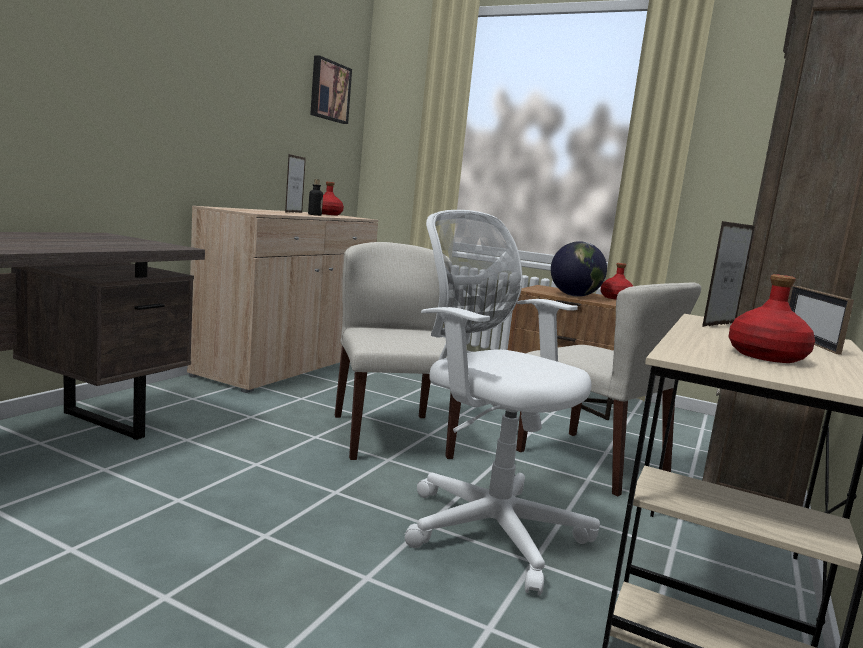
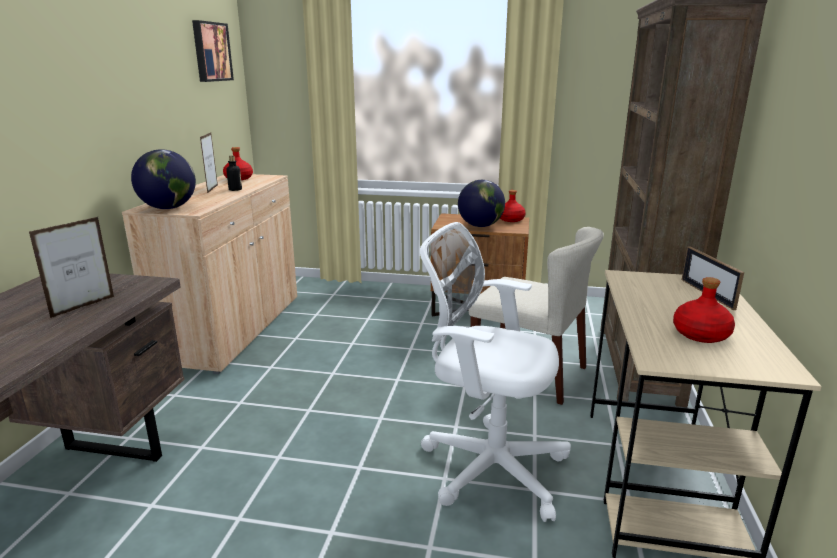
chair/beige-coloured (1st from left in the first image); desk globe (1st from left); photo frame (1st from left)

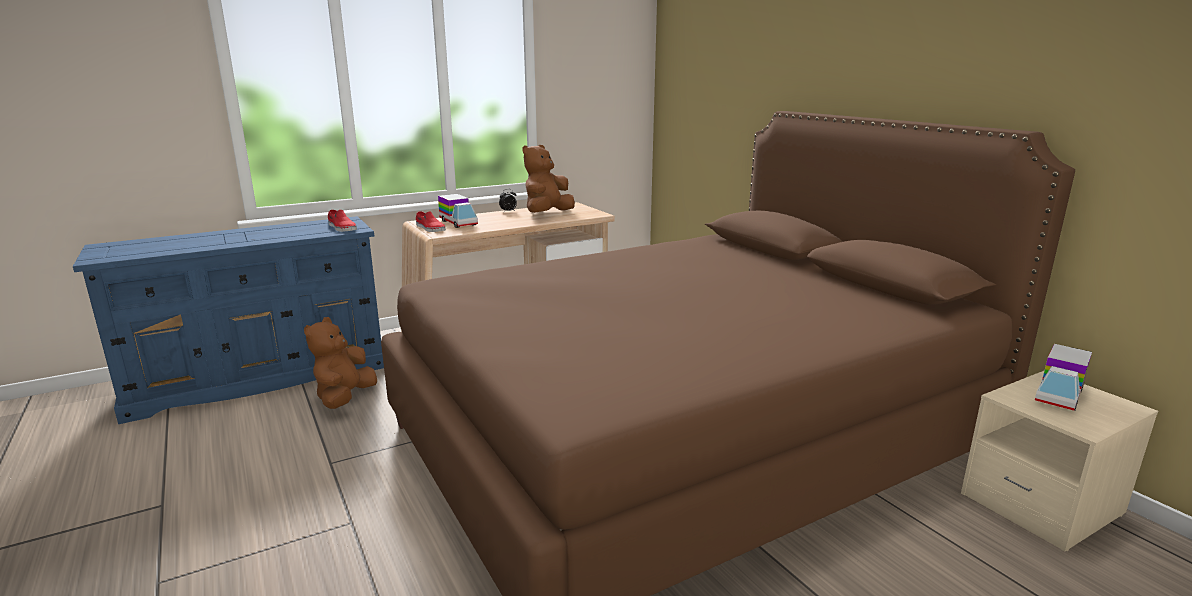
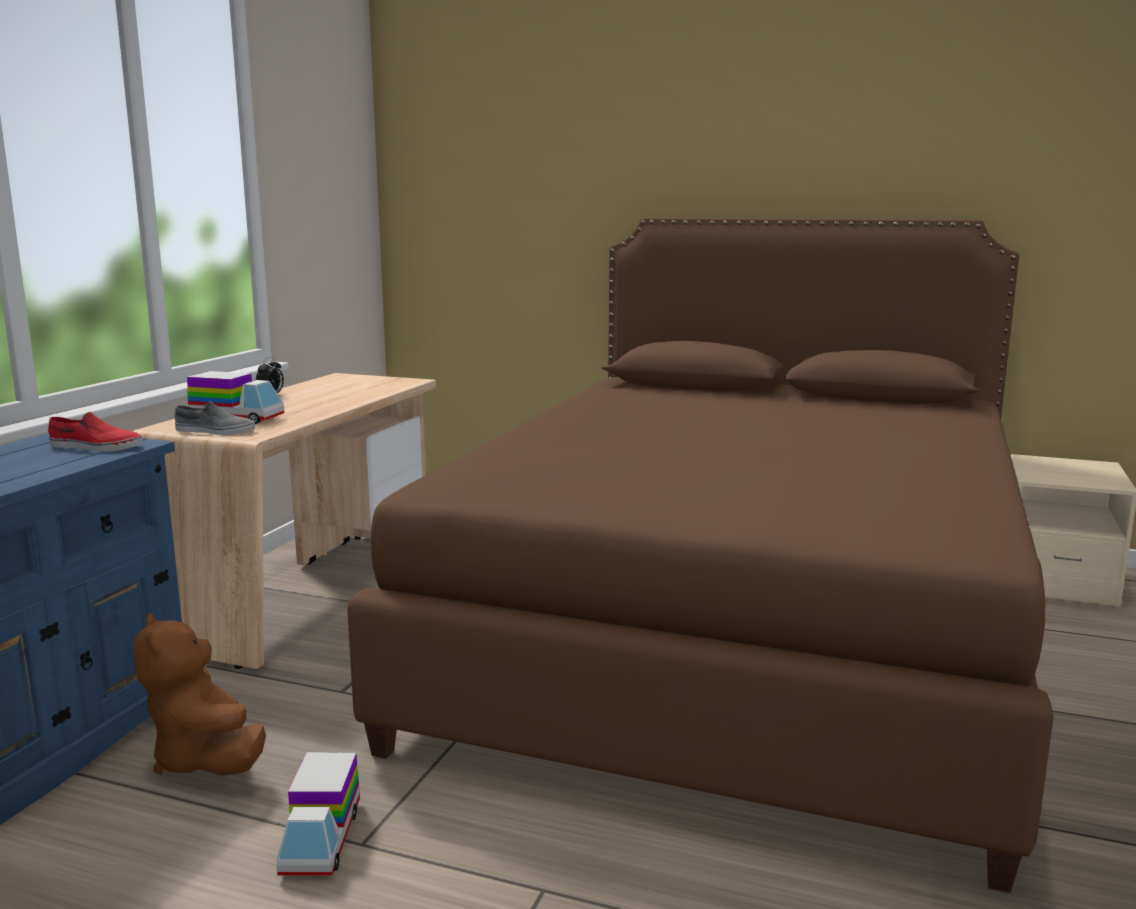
plush toy/brownish (2nd from left in the first image); toy truck (2nd from left); shoe/greyish

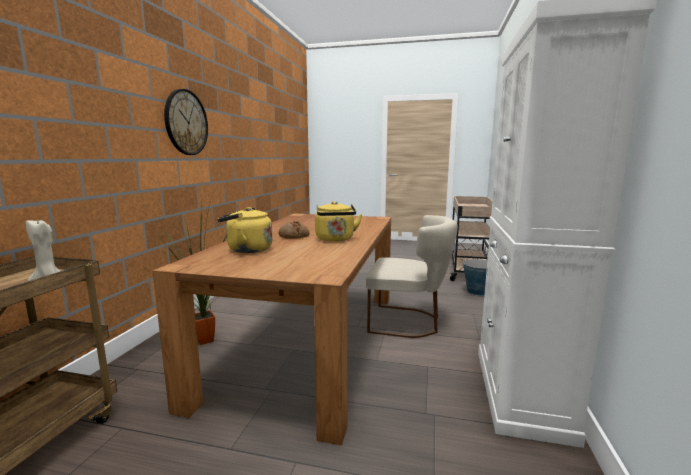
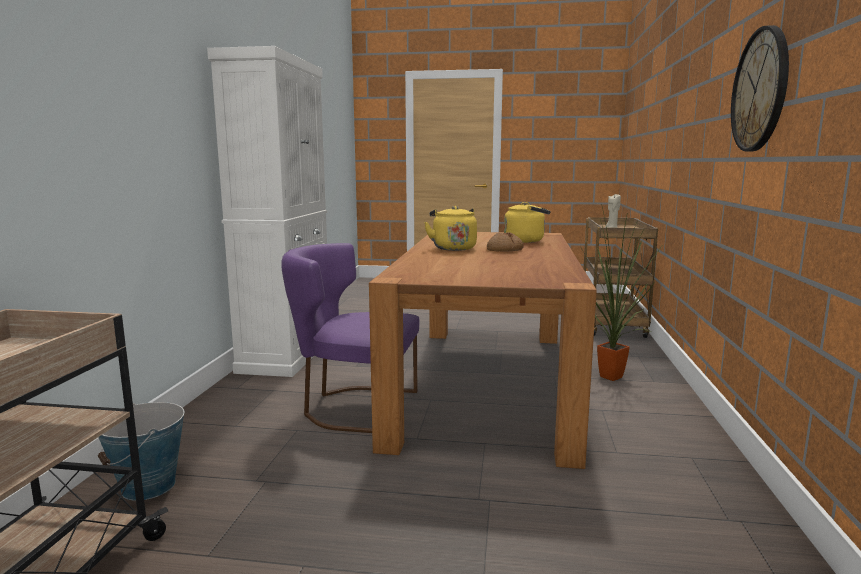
chair/purple-coloured

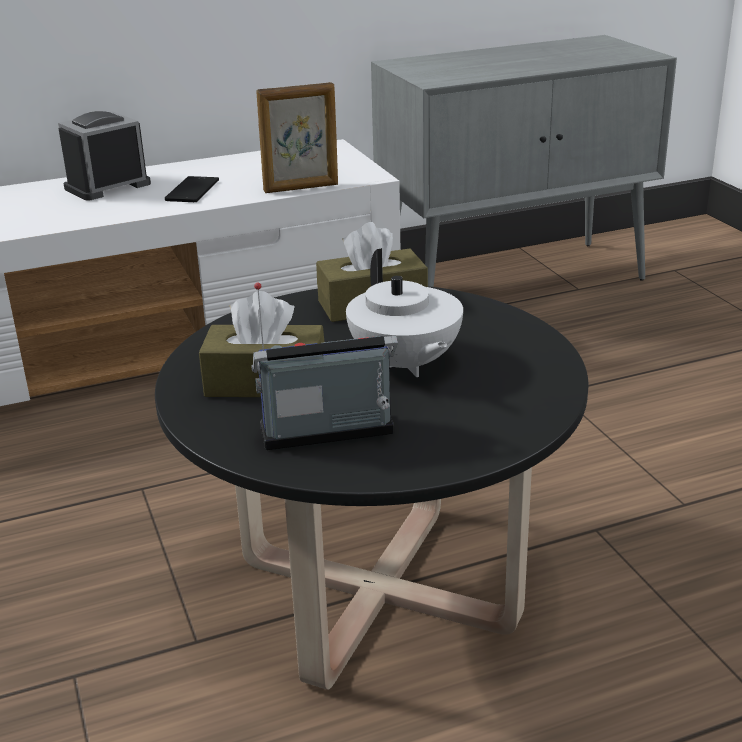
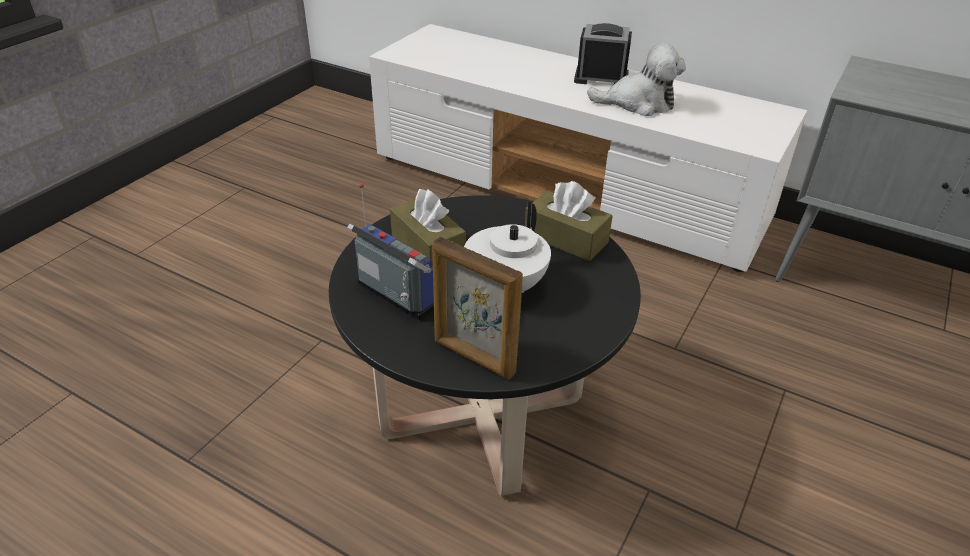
photo frame; plush toy

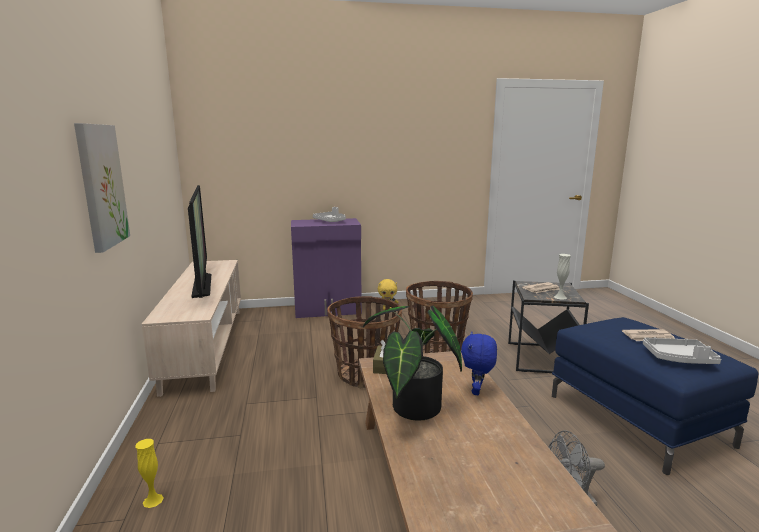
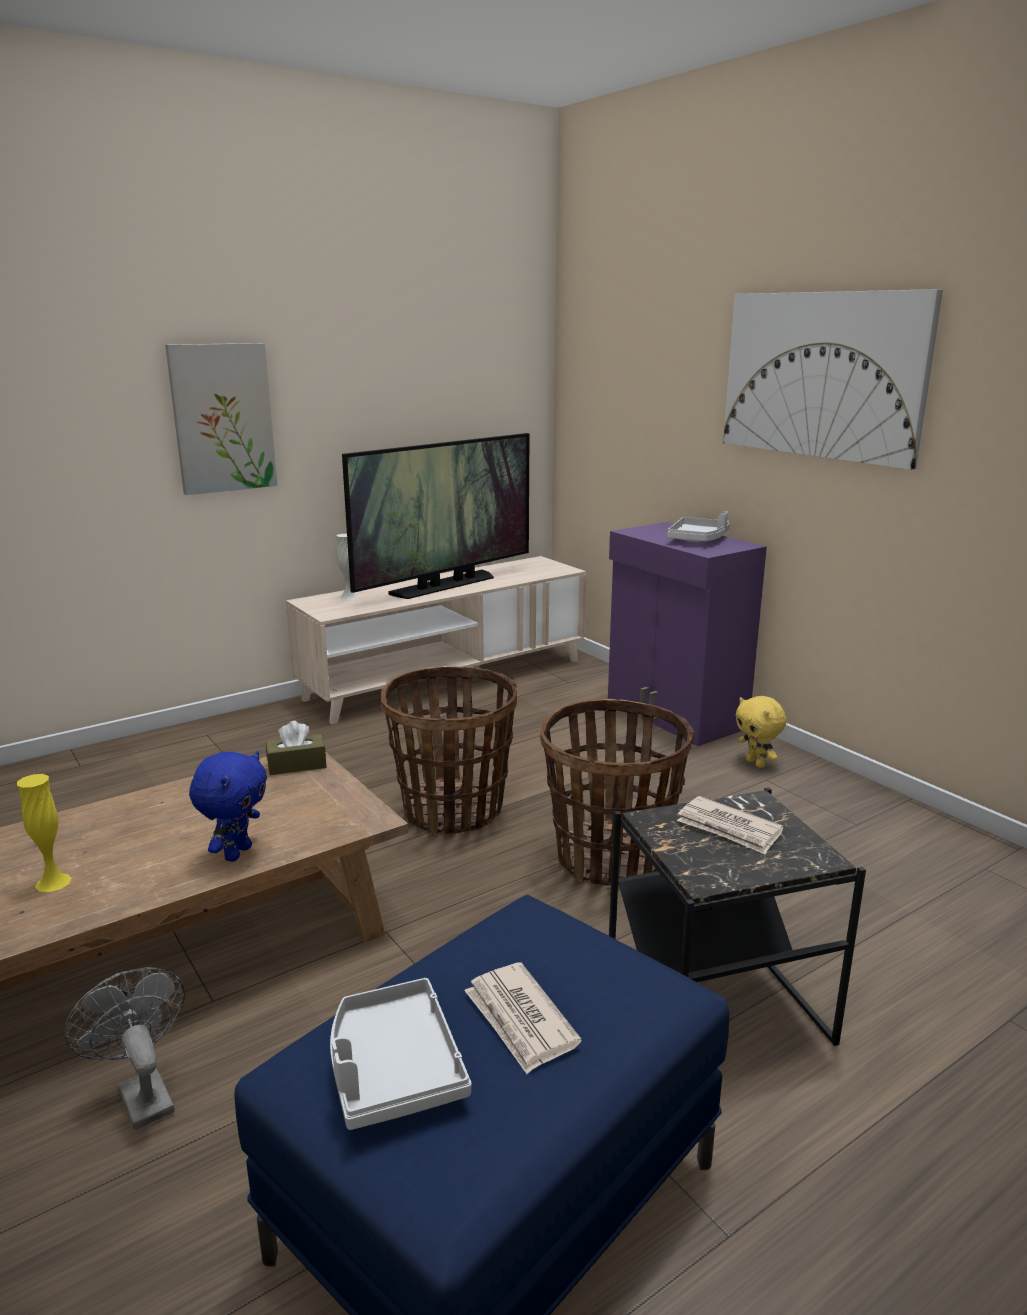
houseplant; picture (2nd from left); vase/yellow-coloured; vase/white; plush toy/blue

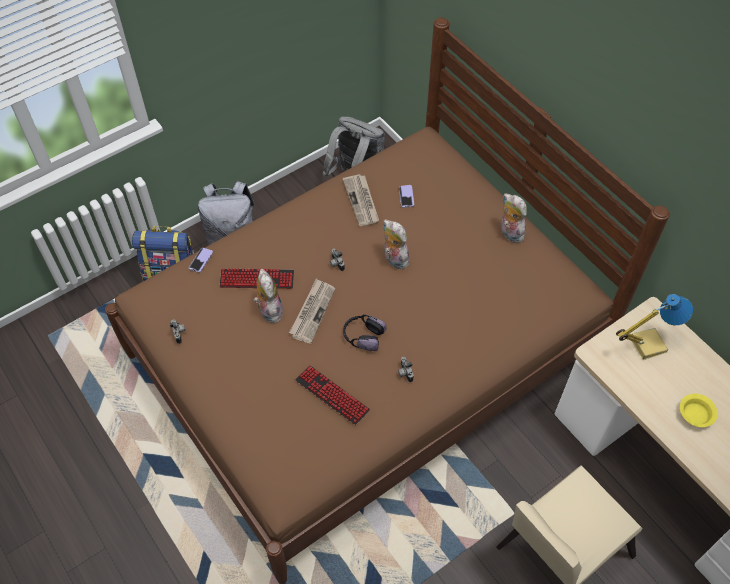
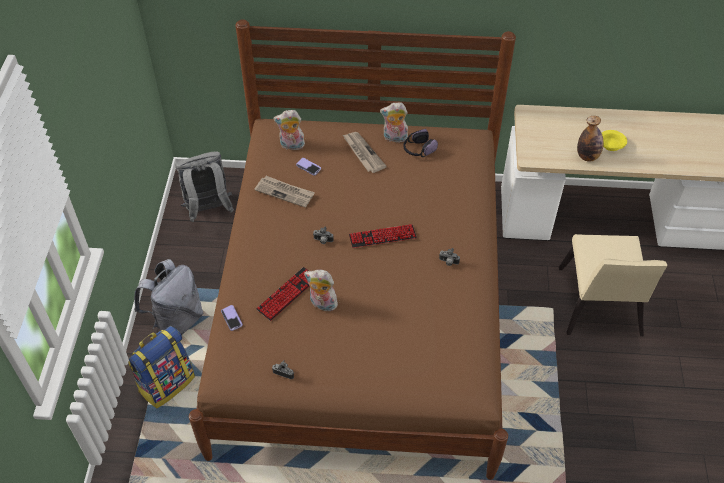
lamp for a table; drink bottle; newspaper (2nd from left); computer keyboard (2nd from left); pair of headphones; plush toy (1st from left)

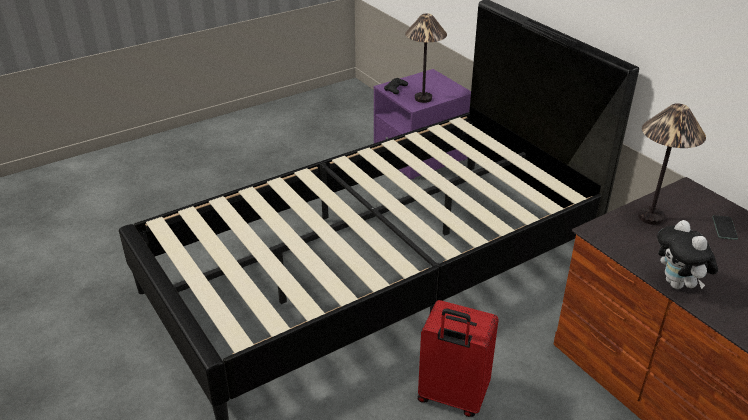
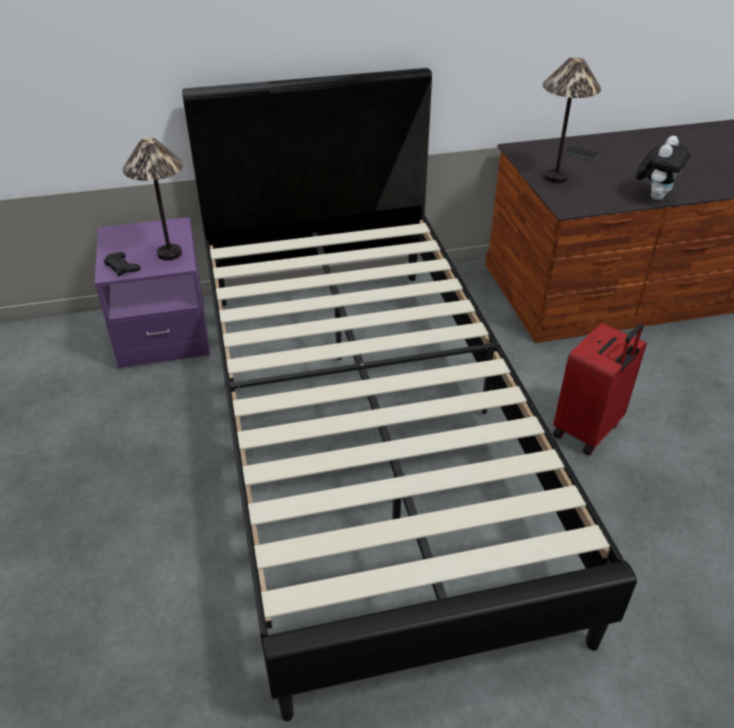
plush toy

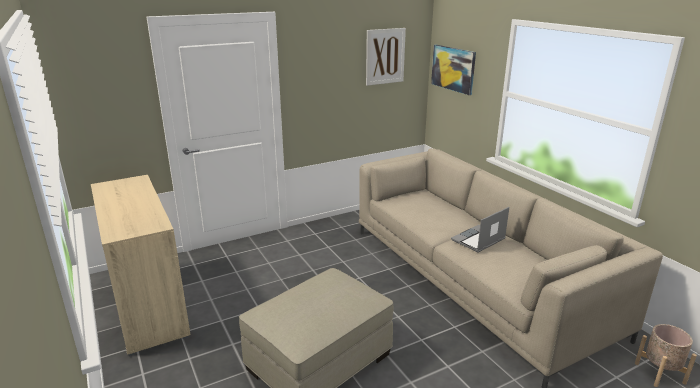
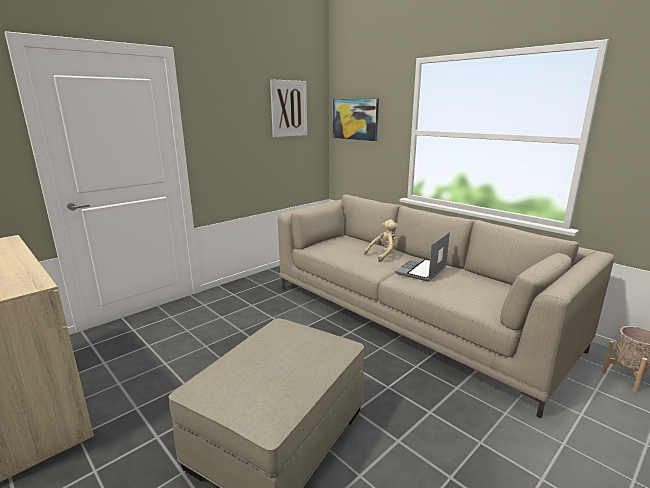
plush toy/beige-coloured

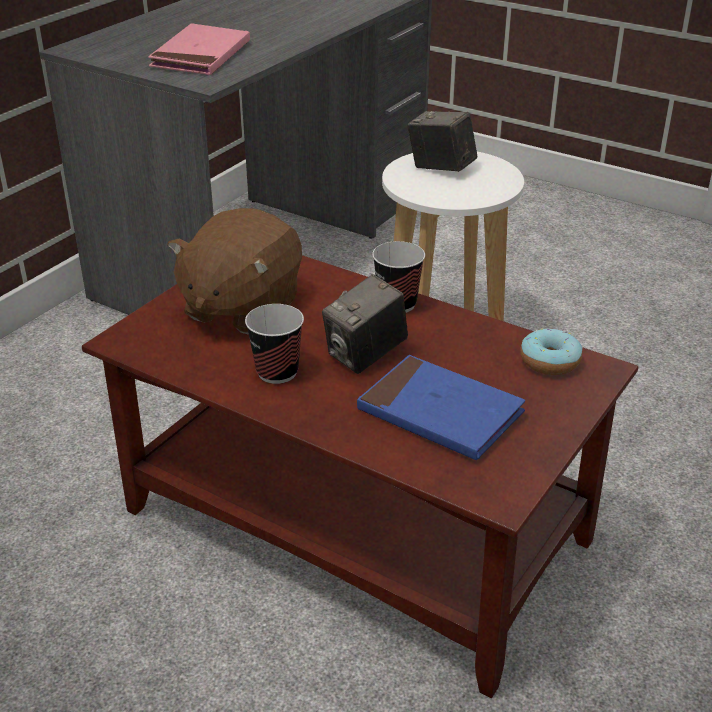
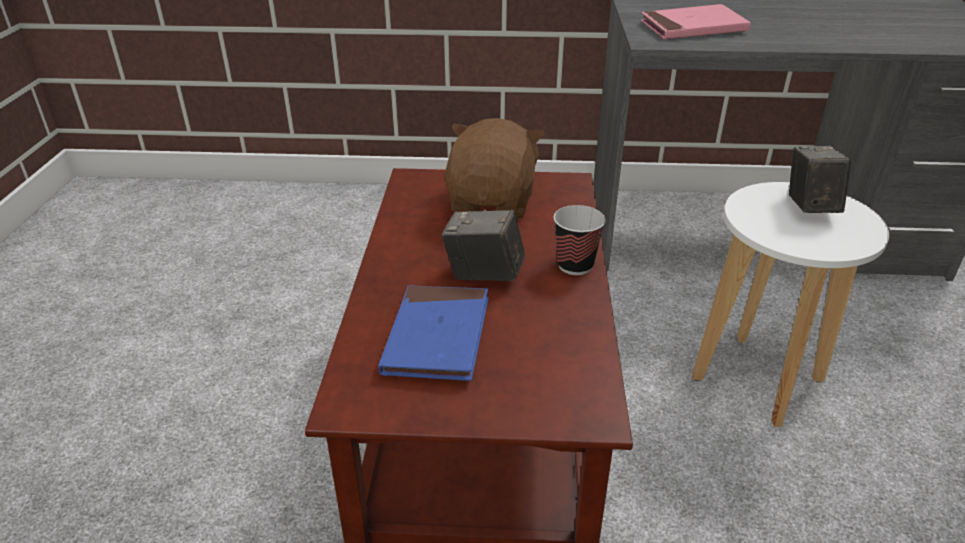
cup (1st from left in the first image); ring doughnut; plush toy/brownish

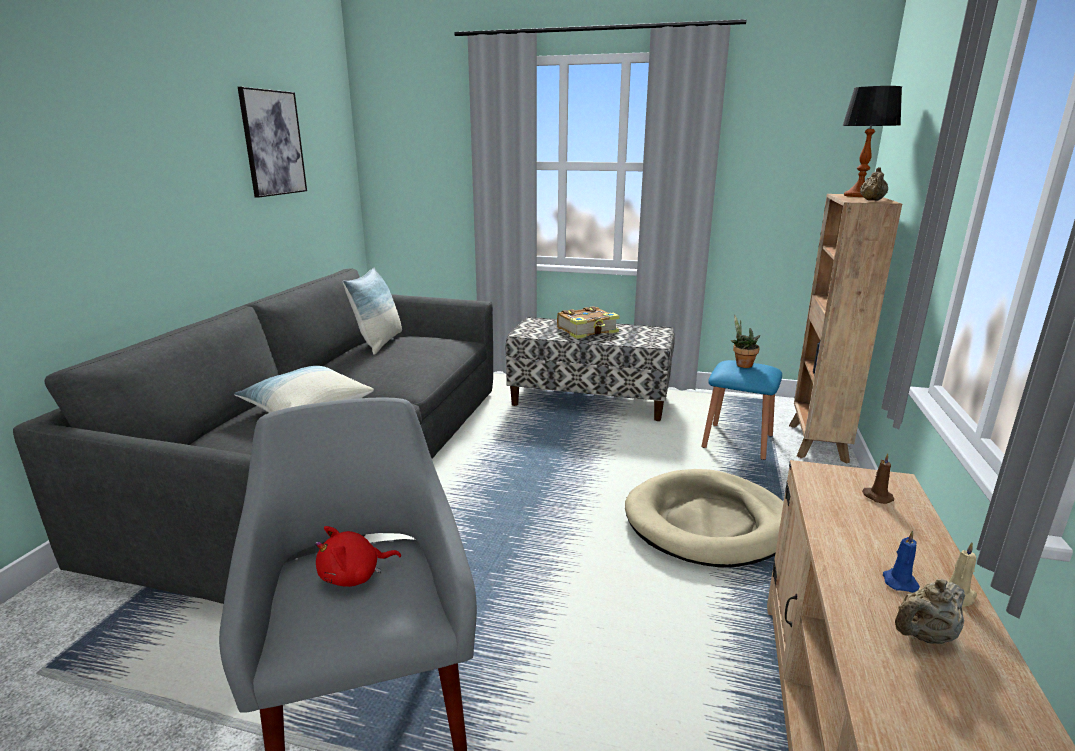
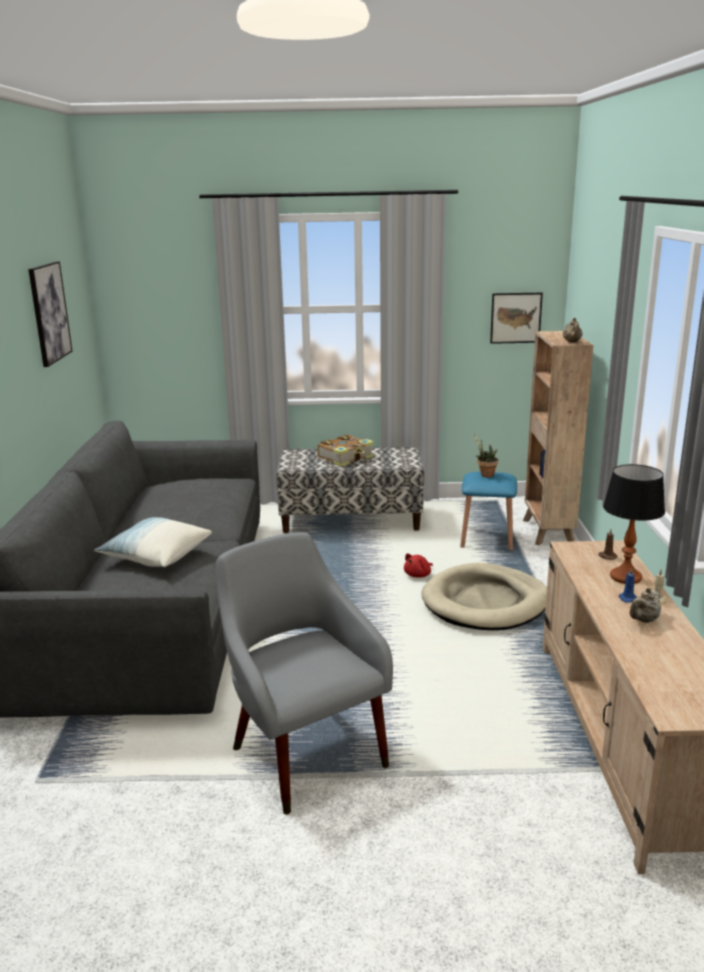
cushion (2nd from left in the first image); picture (2nd from left); plush toy/red-coloured; lamp for a table

